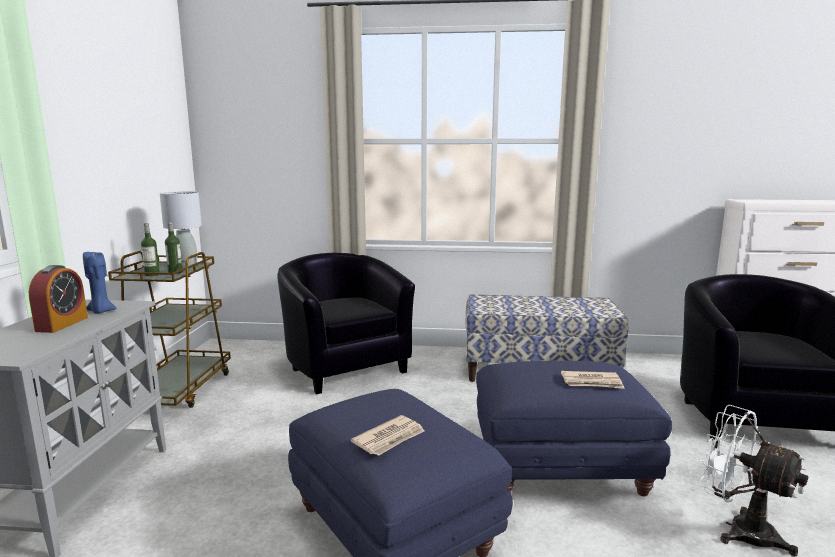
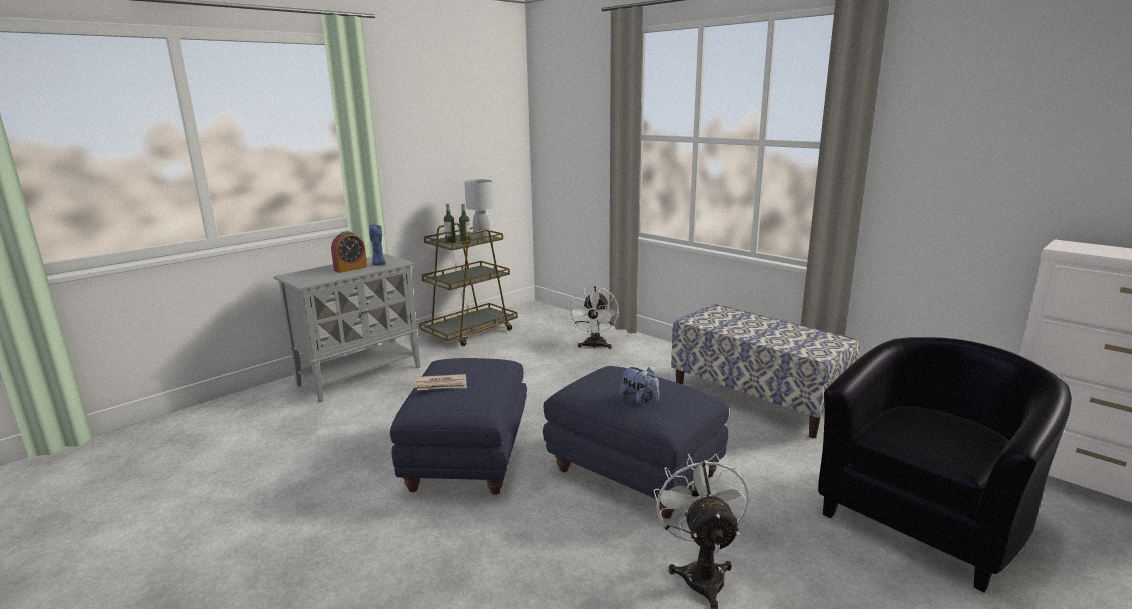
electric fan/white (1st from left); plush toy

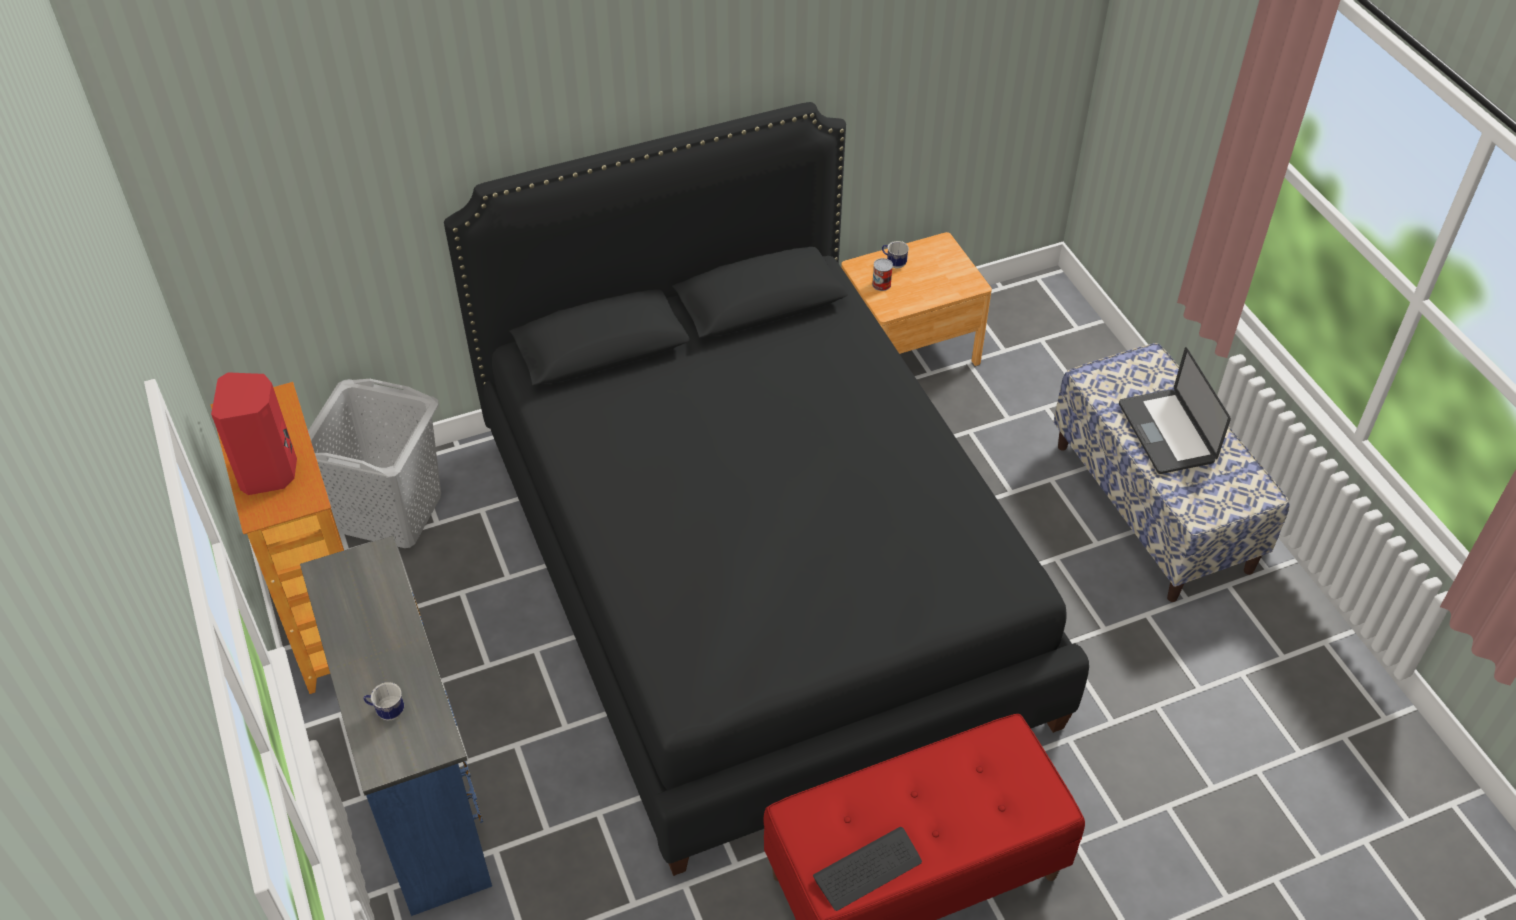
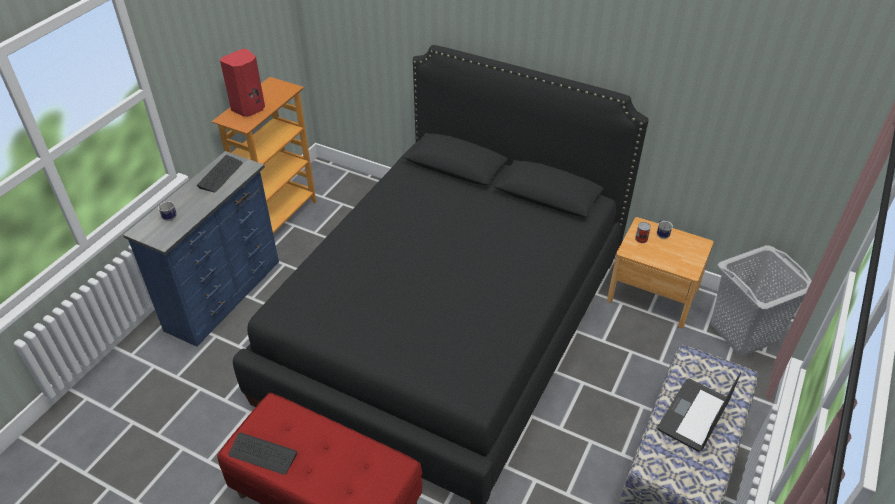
computer keyboard (1st from left); washing basket/greyish

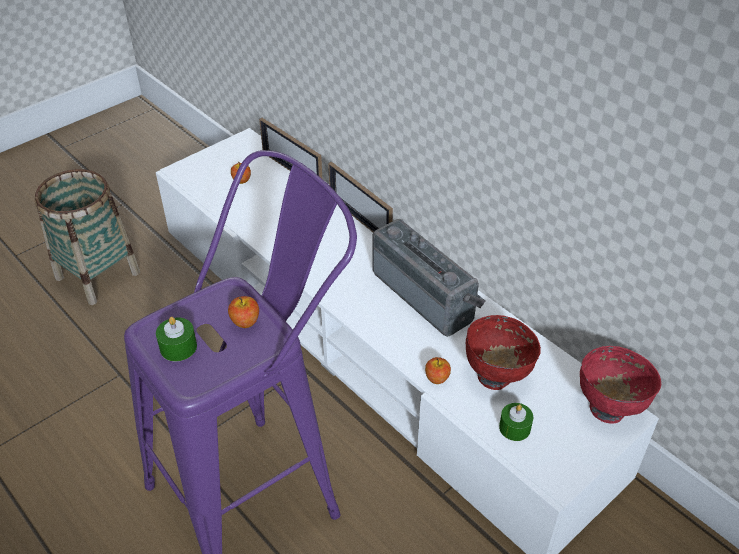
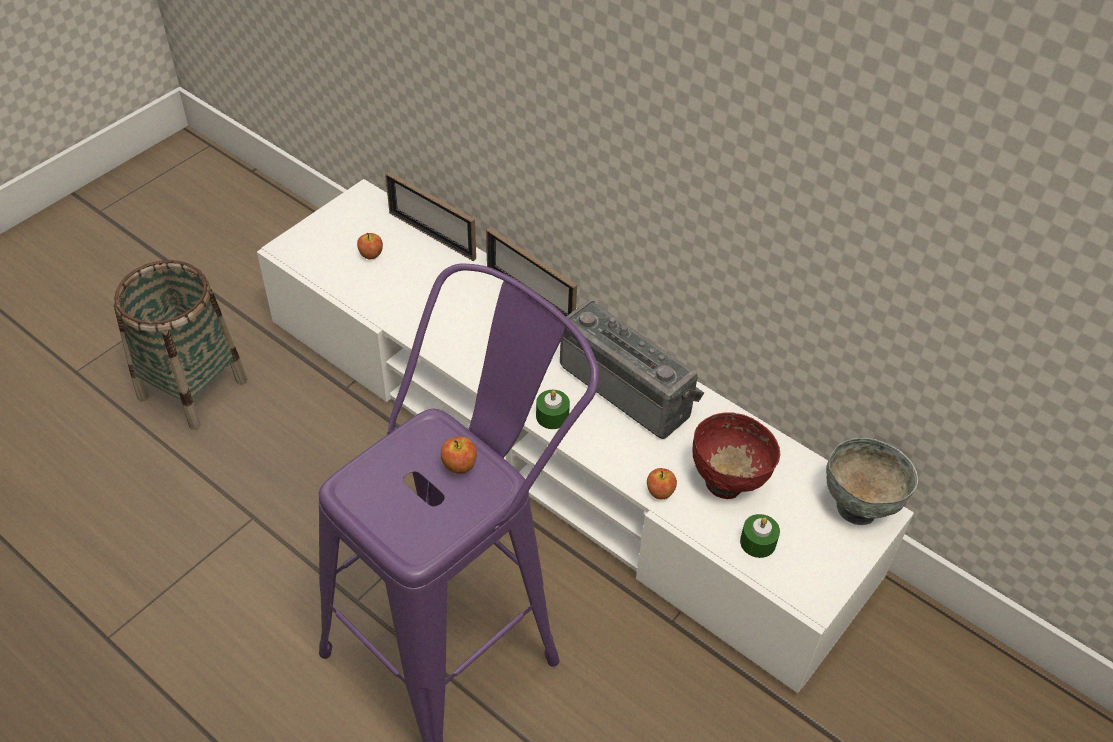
wax light/green-coloured (1st from left); bowl/greyish

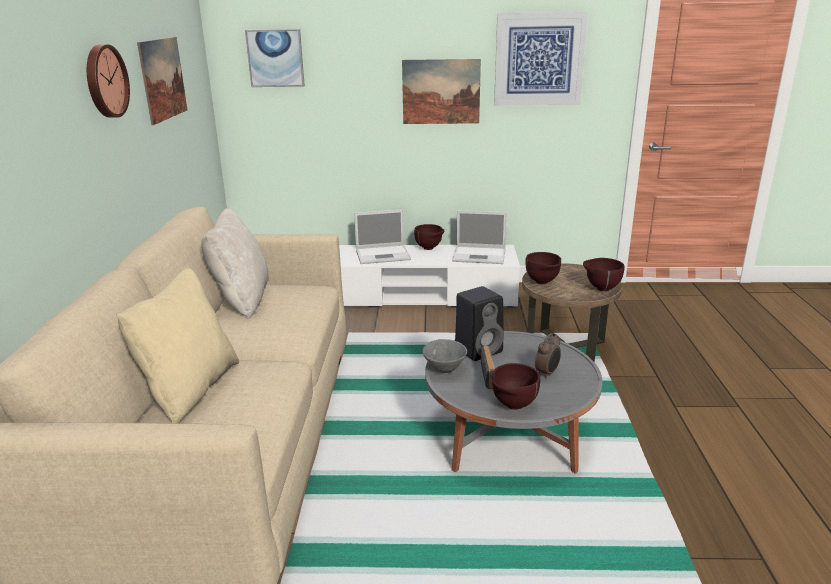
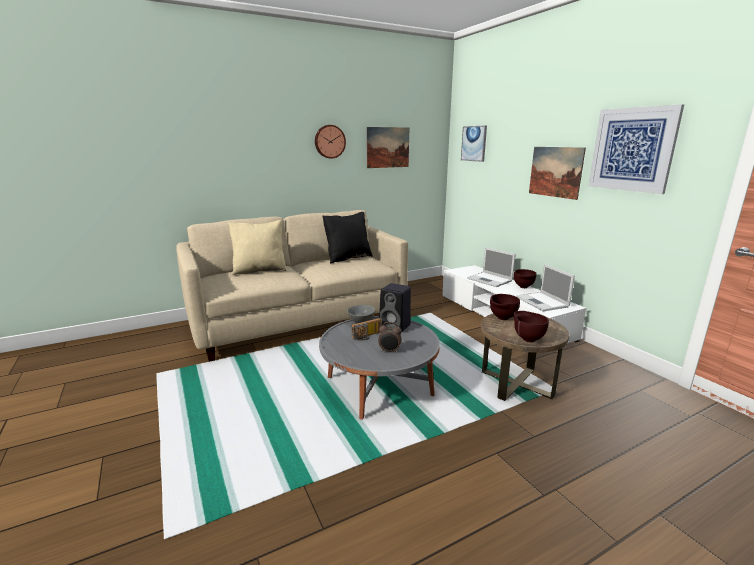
bowl/brownish (2nd from left in the first image); cushion/blackish

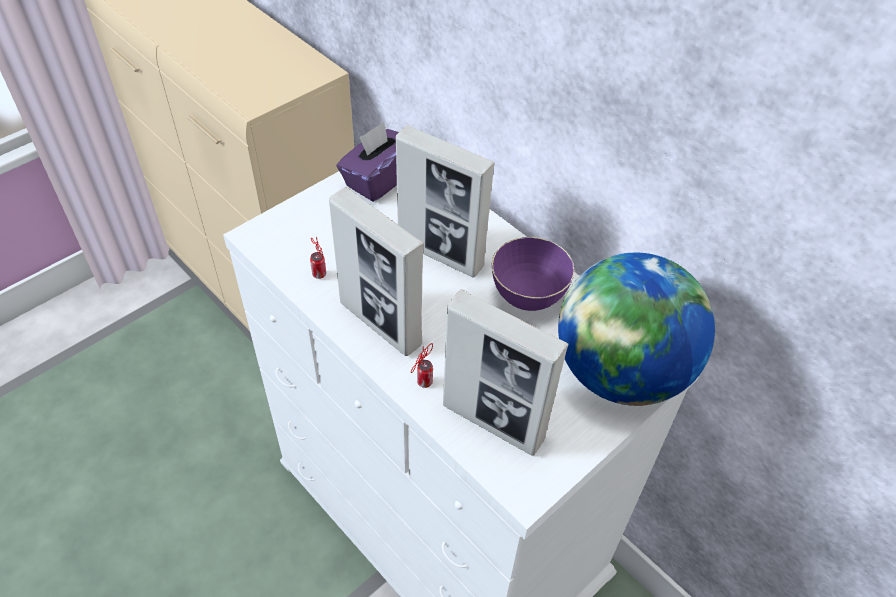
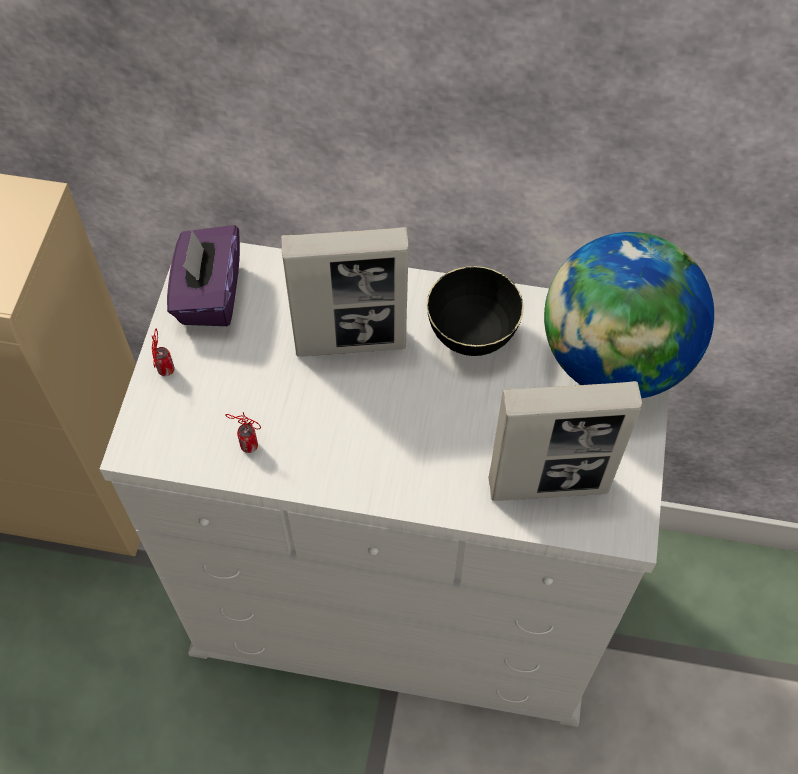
photo frame (1st from left in the first image); metal can (1st from left); bowl/blackish

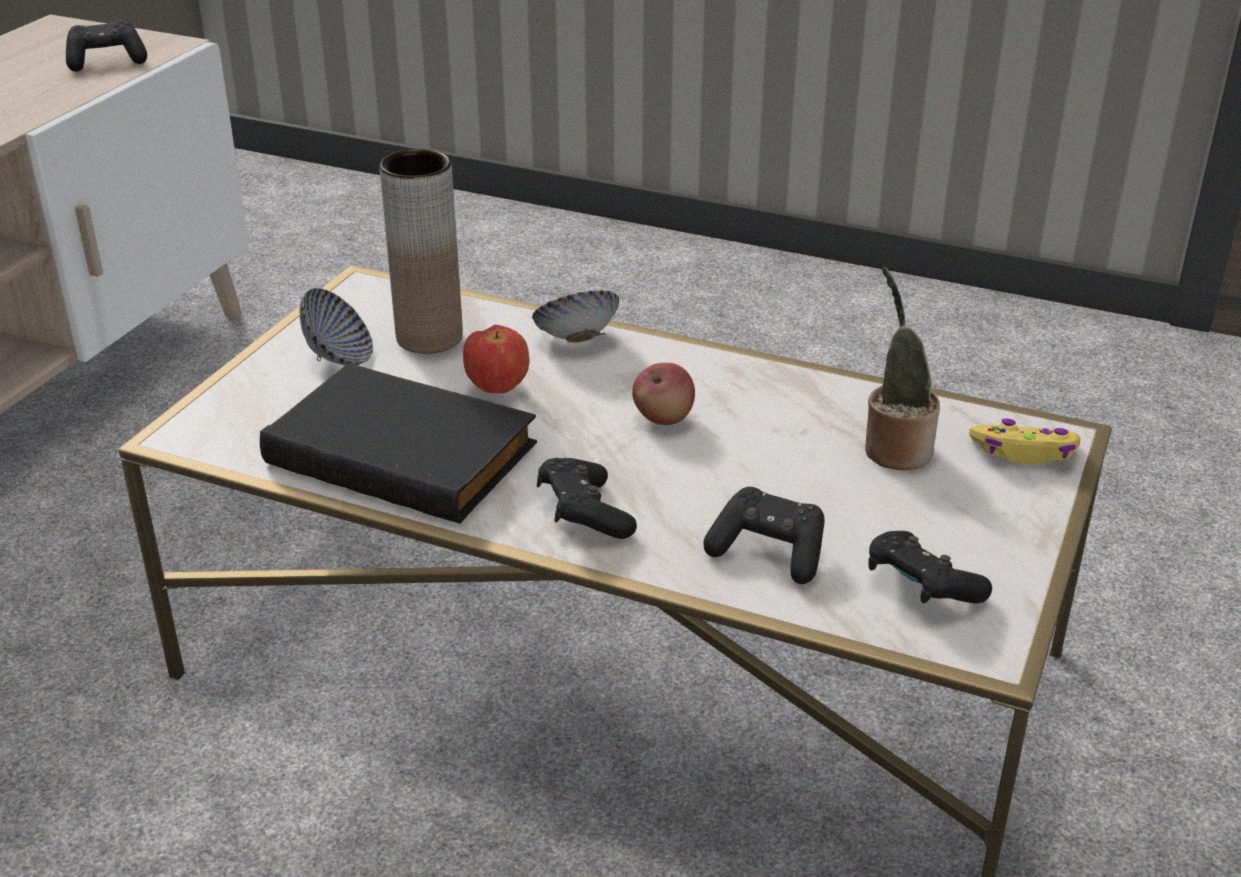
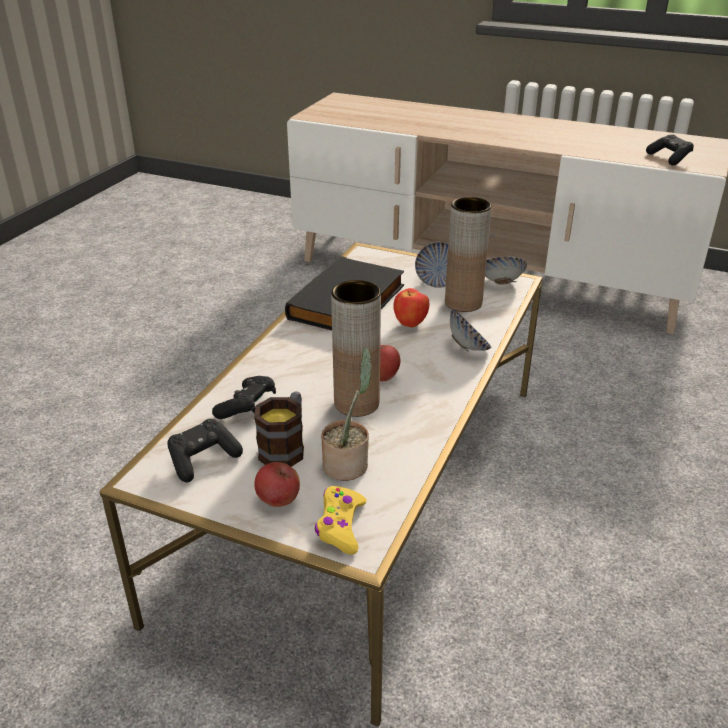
game controller/blackish (2nd from left in the first image); coffee mug; apple fruit (1st from left); vase/brownish (1st from left); bowl (3rd from left)

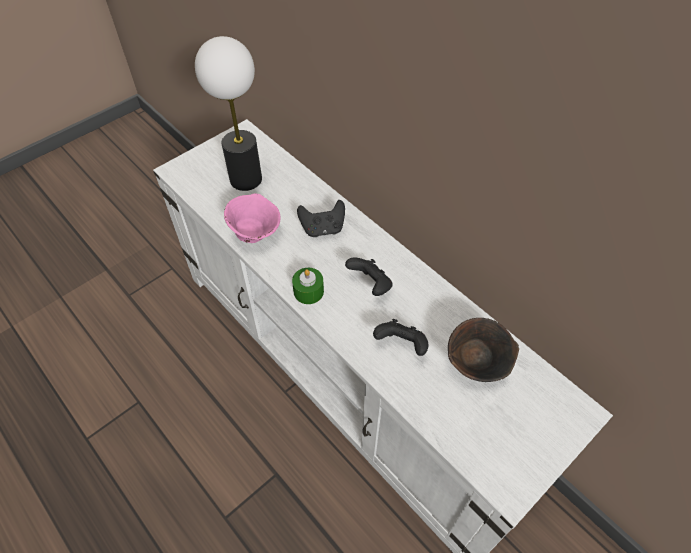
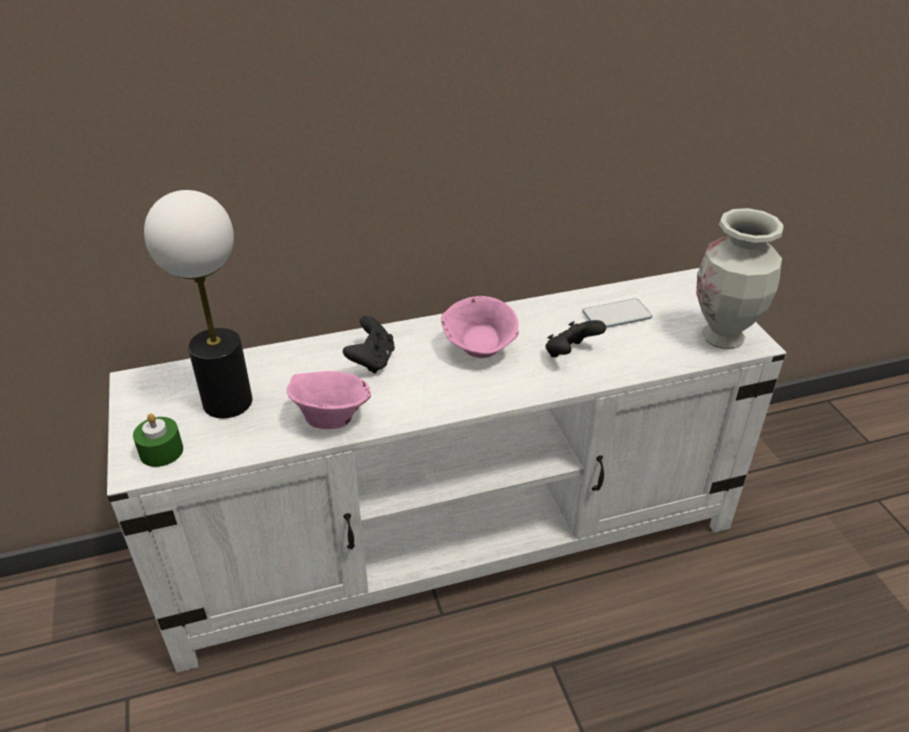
vase; wax light/green-coloured; bowl/pinkish (2nd from left); handset

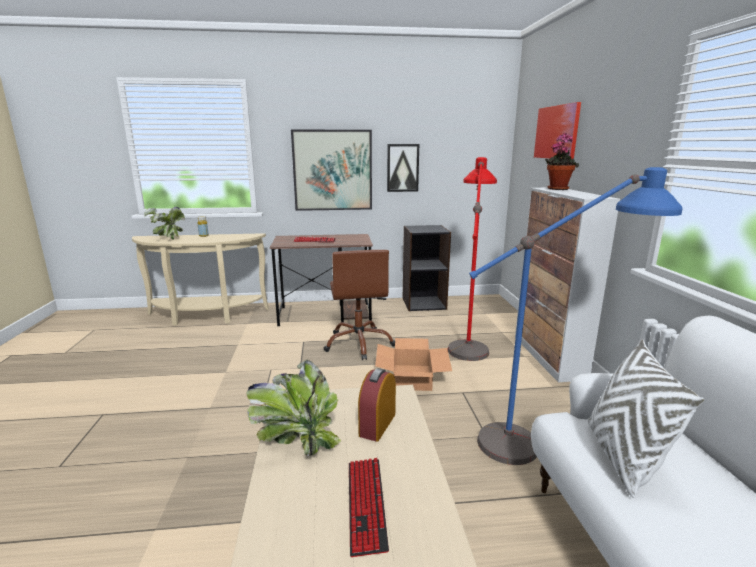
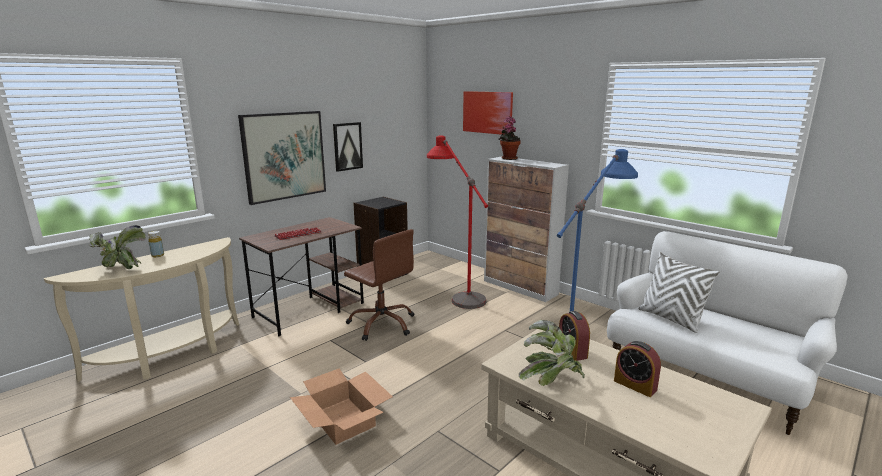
packing box; bedside clock (2nd from left)

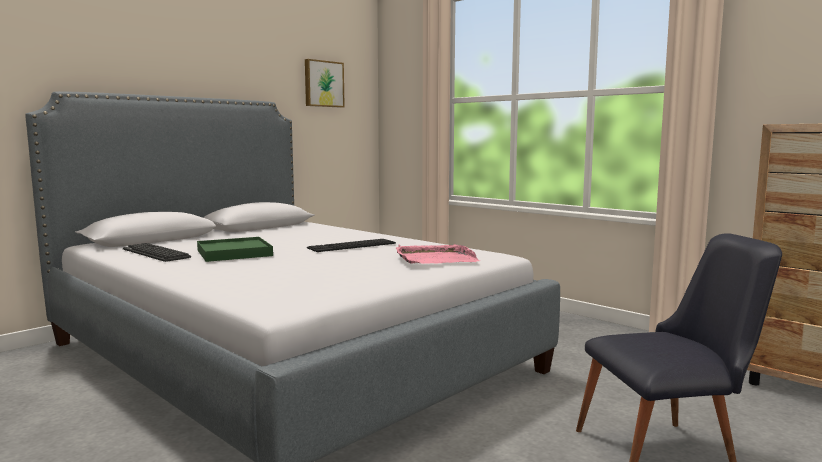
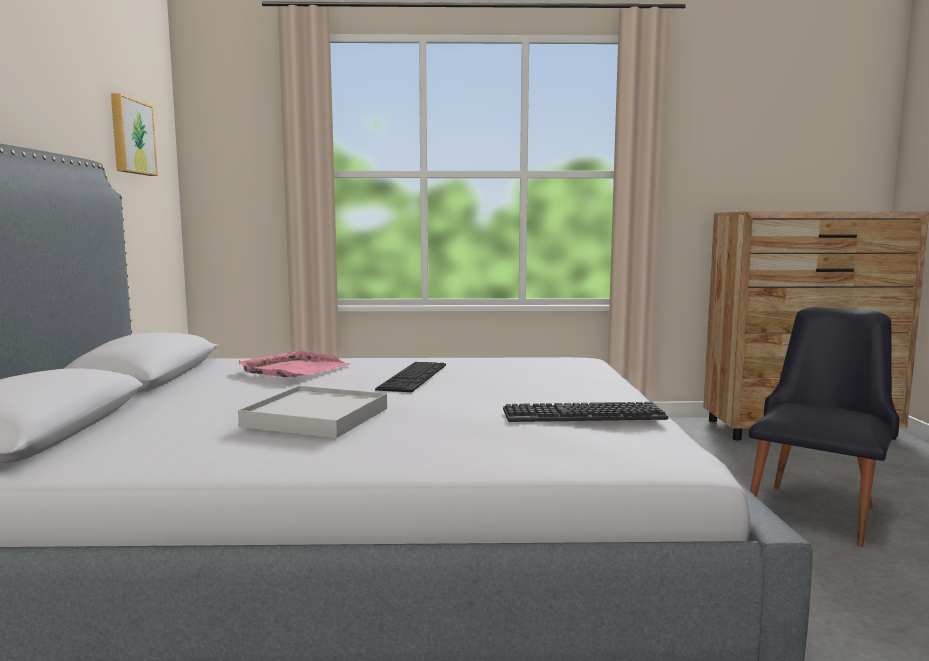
computer keyboard (2nd from left); carrying tray/pinkish; carrying tray/white

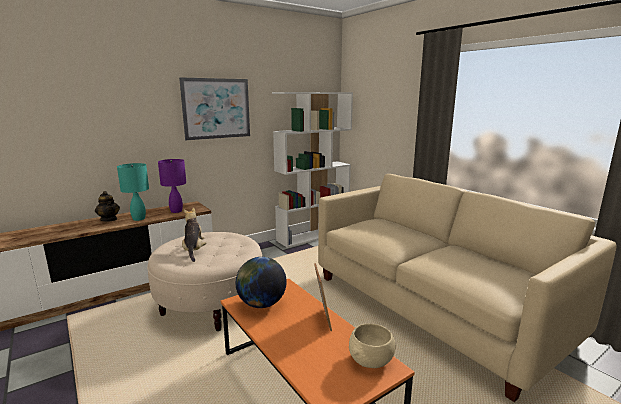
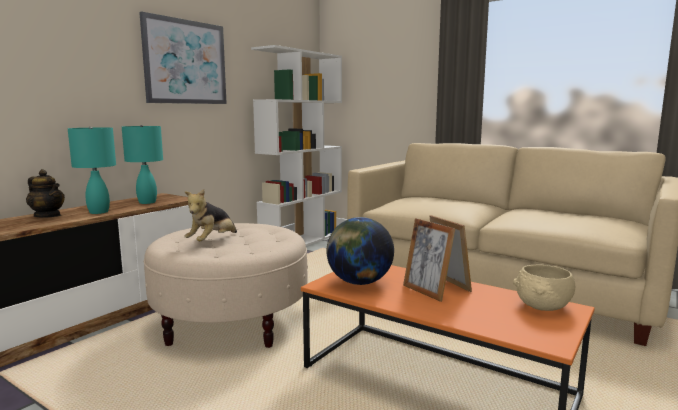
photo frame (1st from left); lamp for a table/blue-green (2nd from left); plush toy

